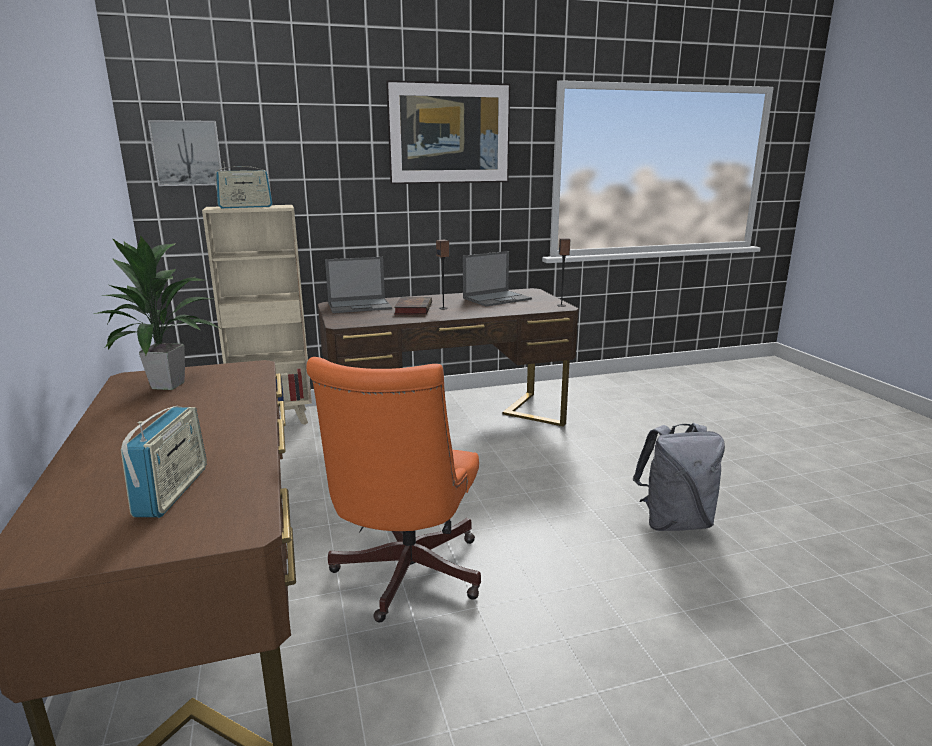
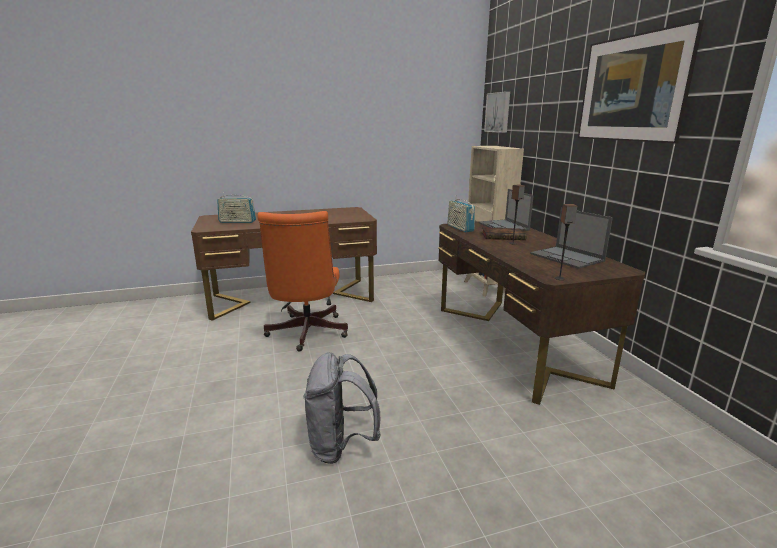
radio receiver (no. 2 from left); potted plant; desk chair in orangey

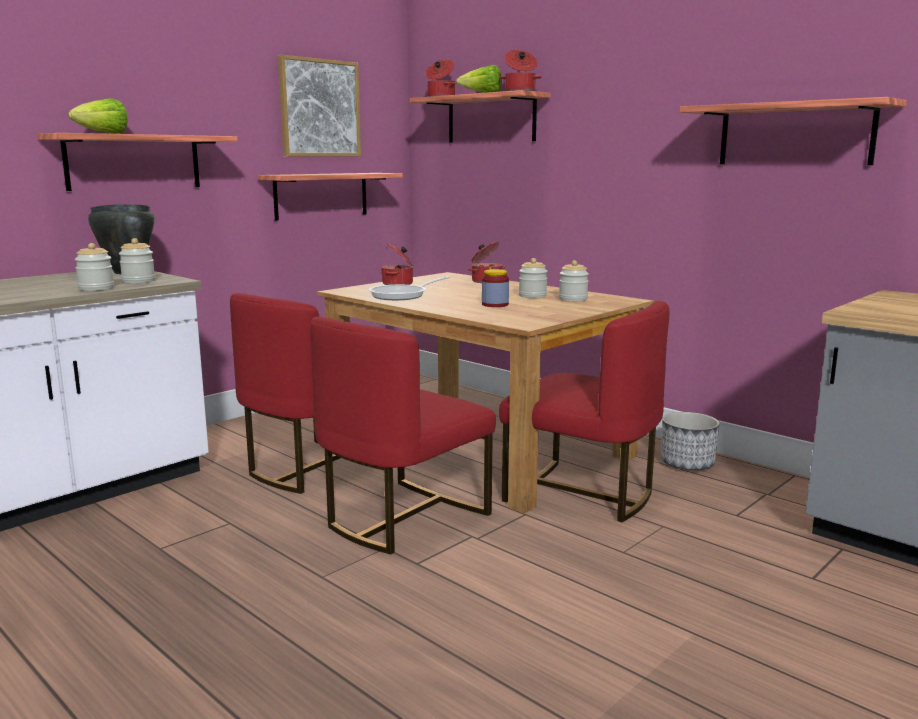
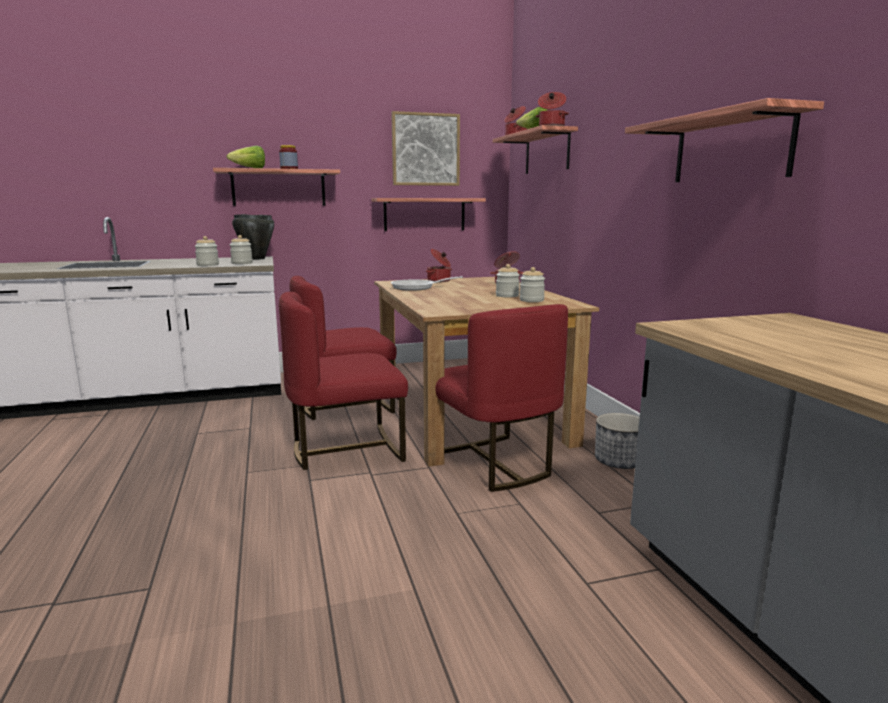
jar (no. 3 from left)

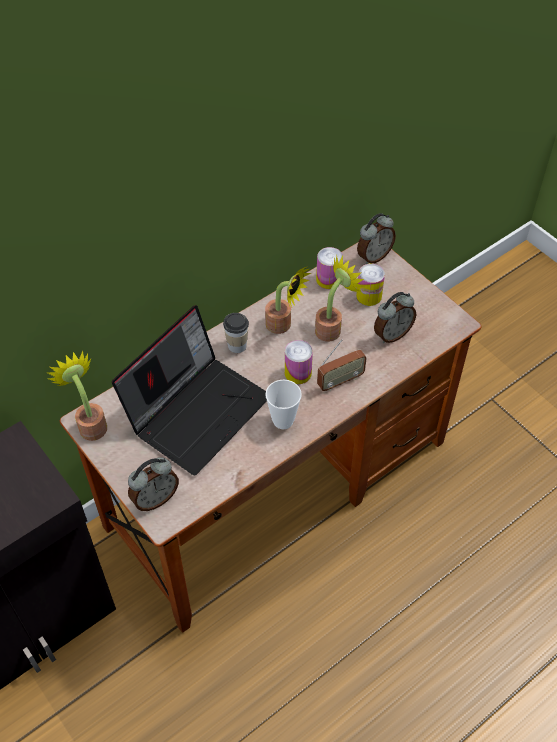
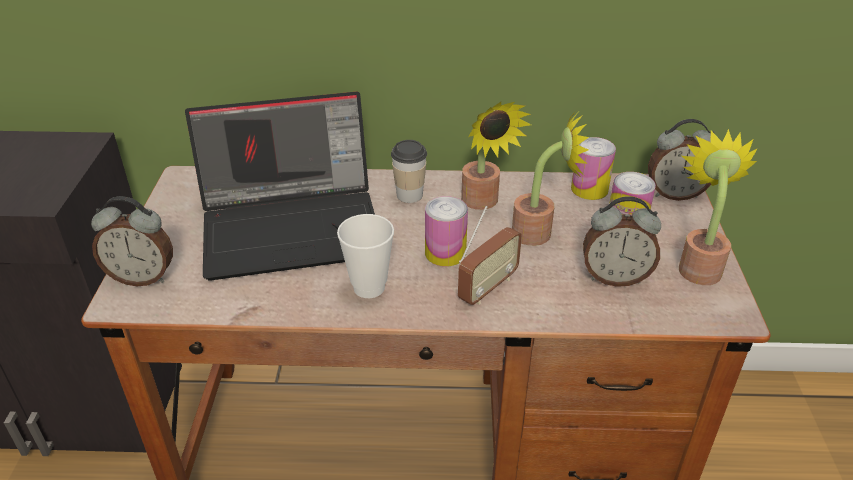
radio receiver; potted plant (no. 3 from left)

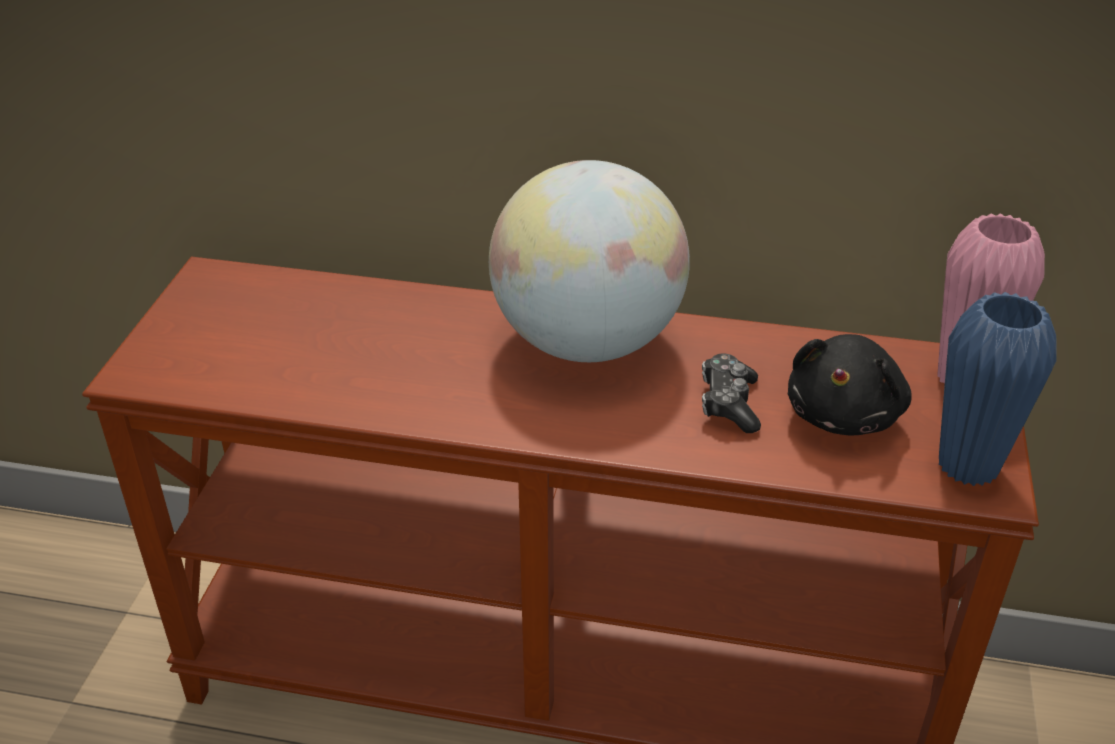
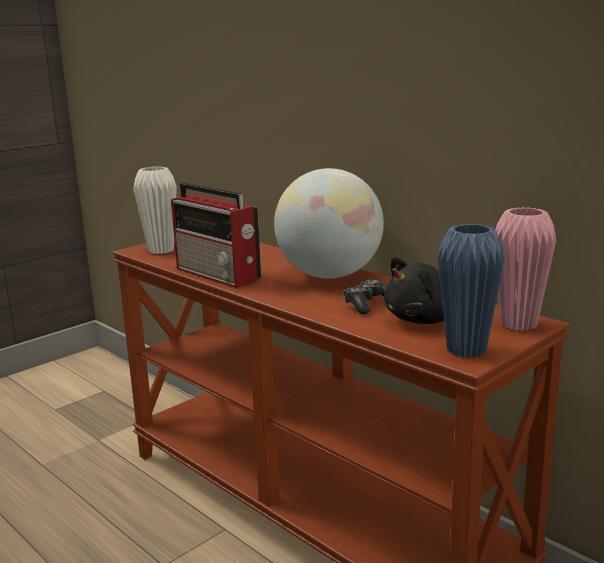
flower vase in white-coloured; radio receiver

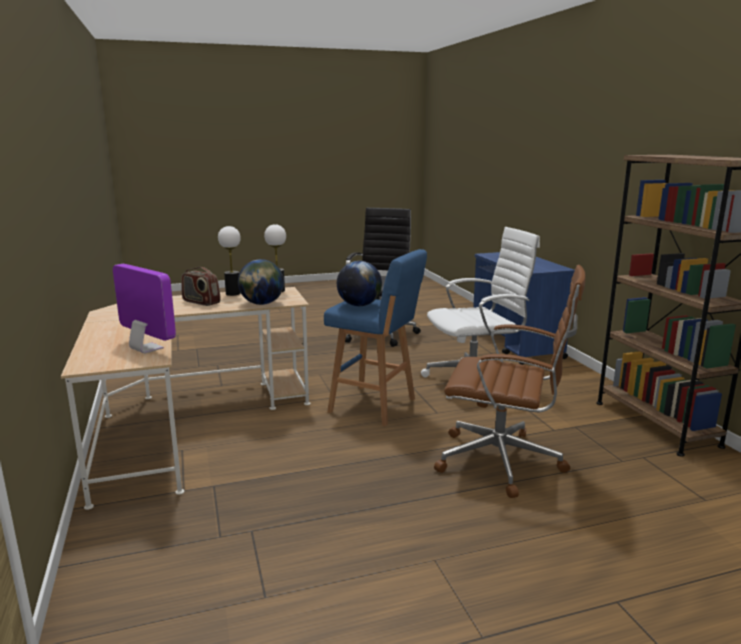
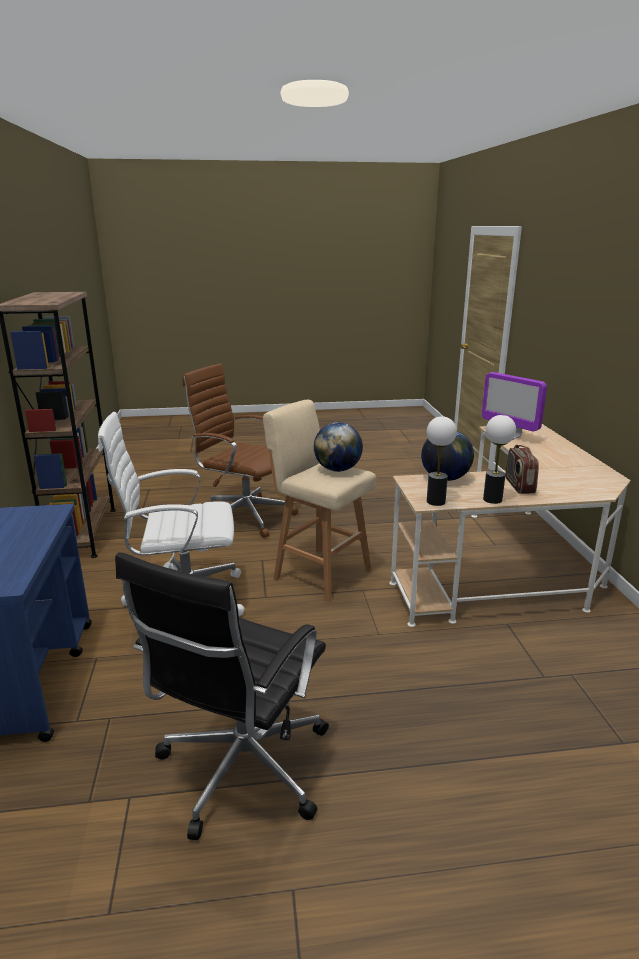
stool seat in beige-coloured; radio receiver

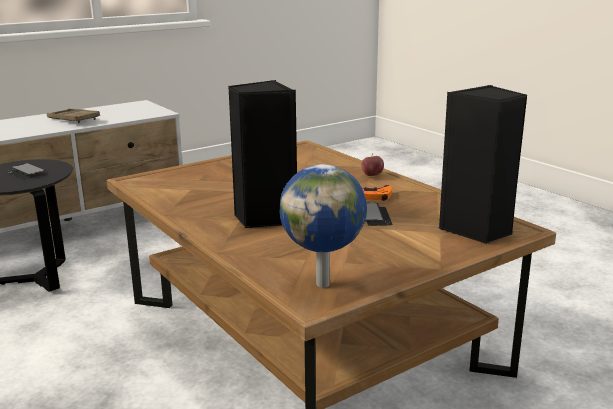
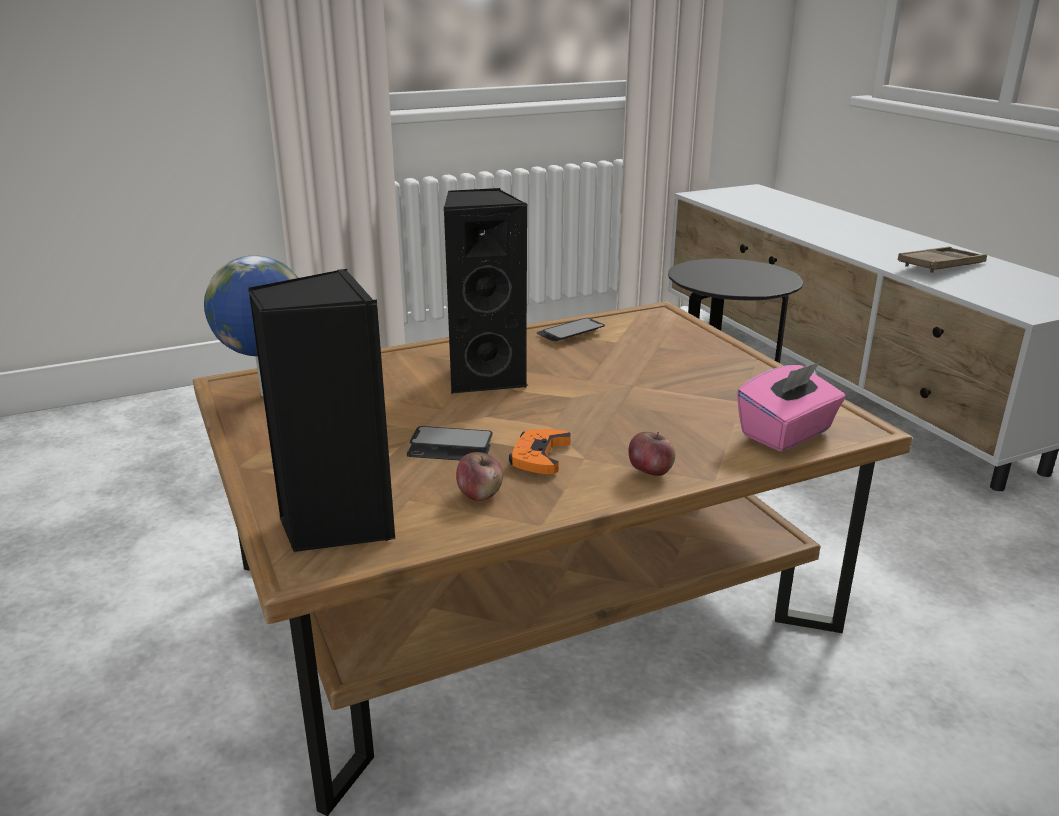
phone (no. 2 from left); box of tissues in pinkish; apple (no. 1 from left)

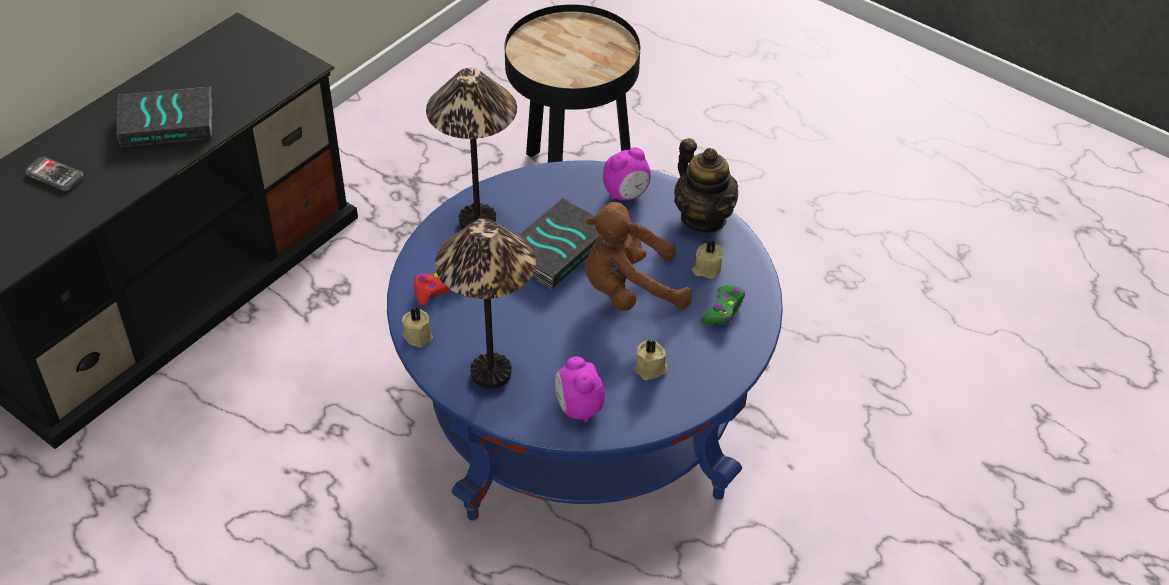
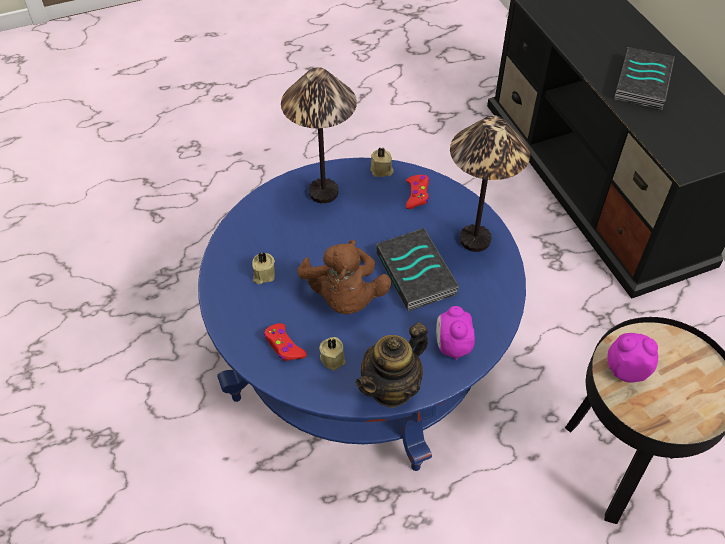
tea pot; phone; soft toy in brownish; game controller in red (no. 1 from left); alarm clock (no. 2 from left)

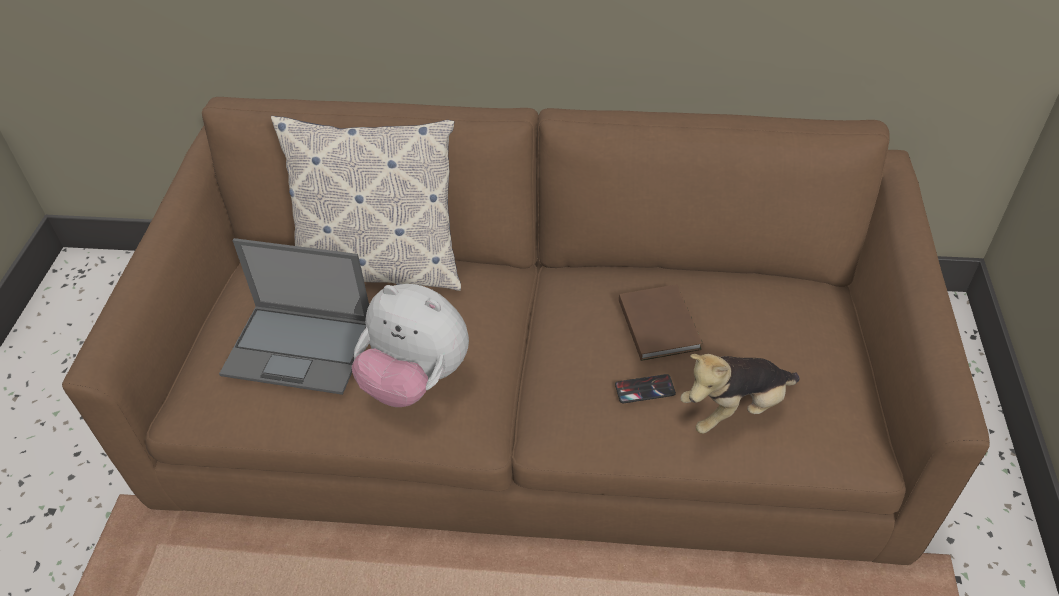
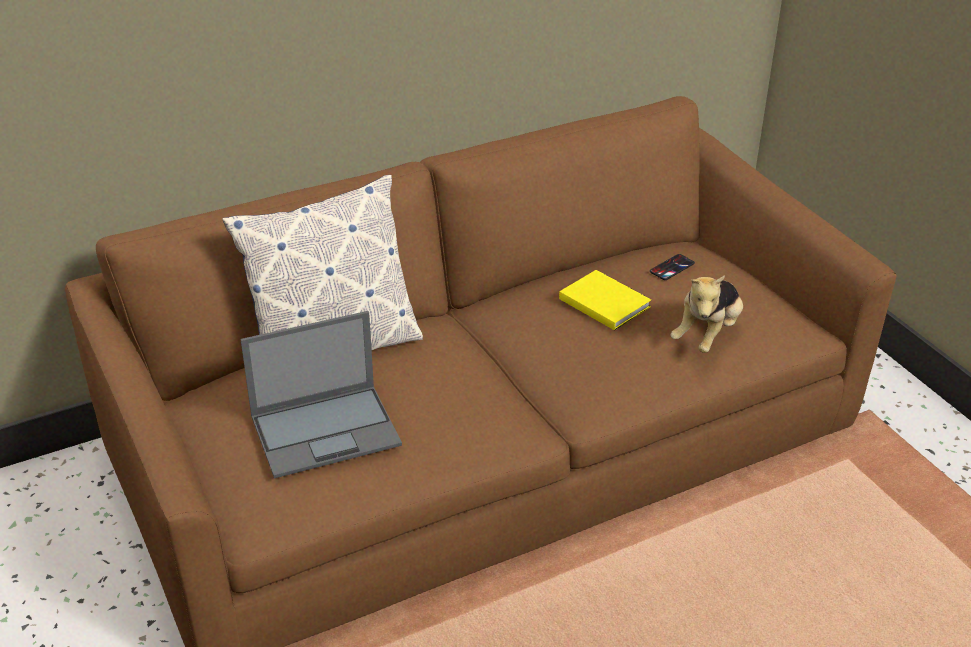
soft toy (no. 1 from left in the first image); book in yellowish; phone

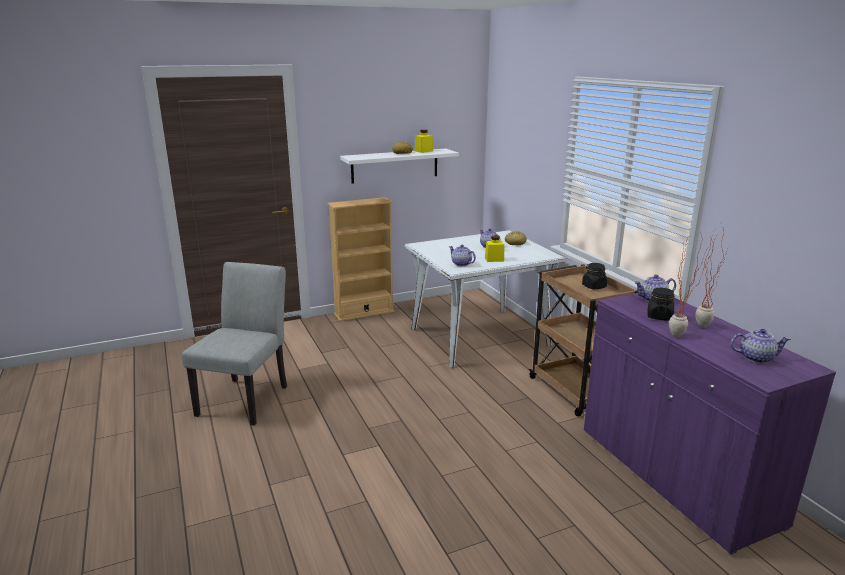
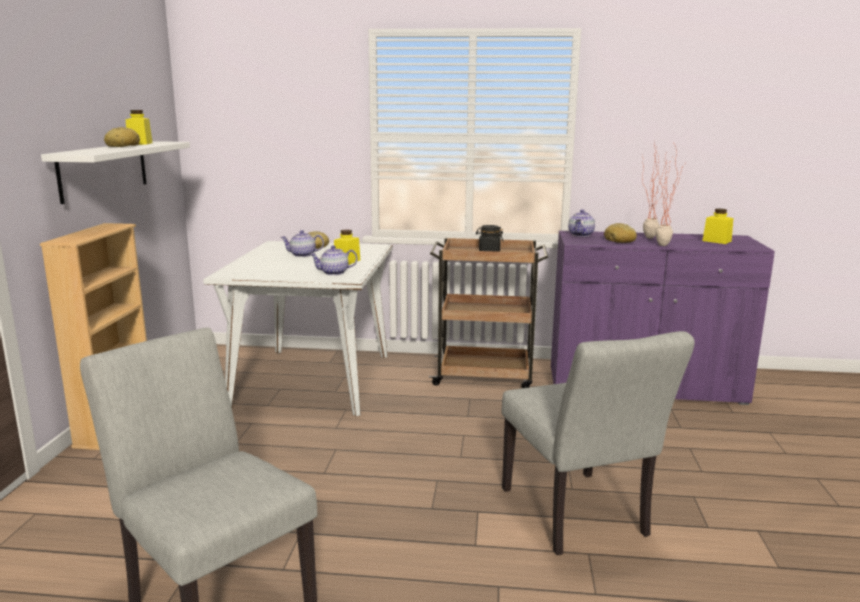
baked bread (no. 3 from left); jar in yellowish (no. 3 from left); plain chair in grey (no. 2 from left)

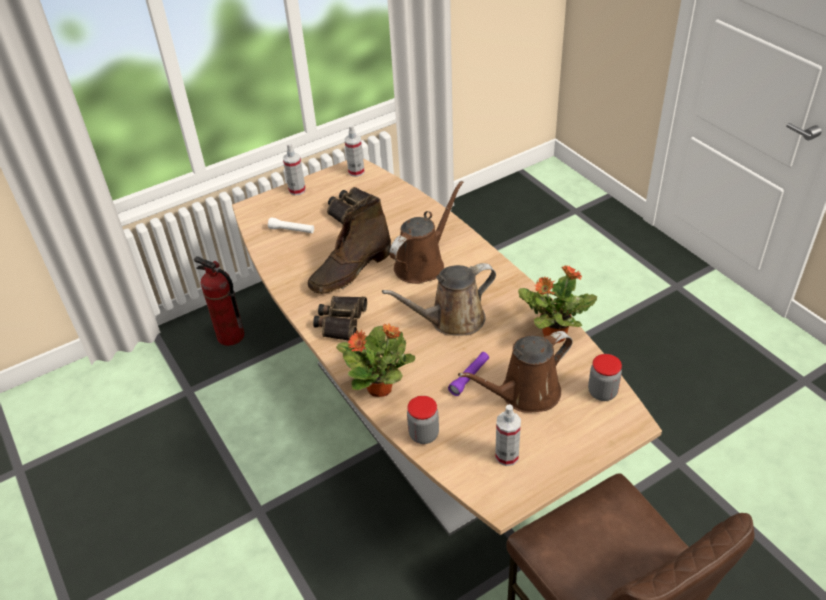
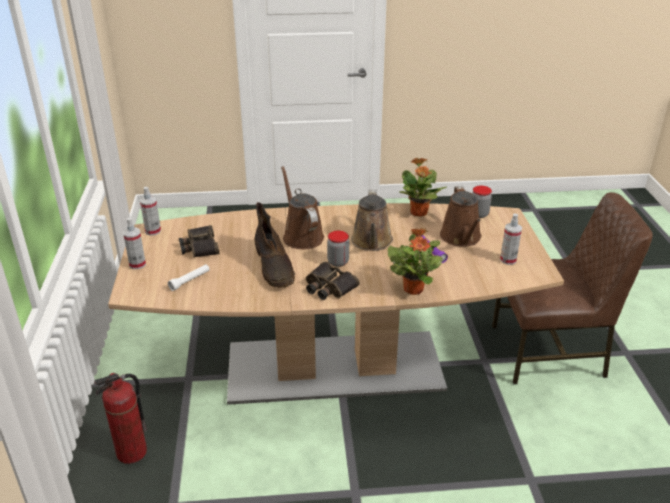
jar (no. 1 from left)

